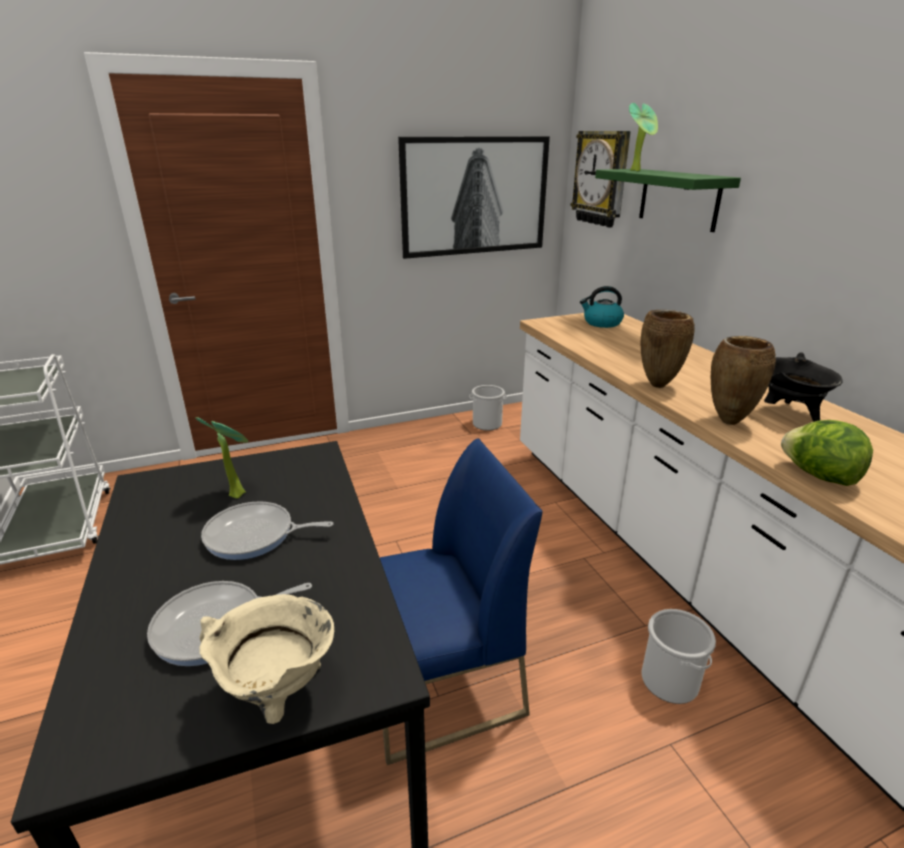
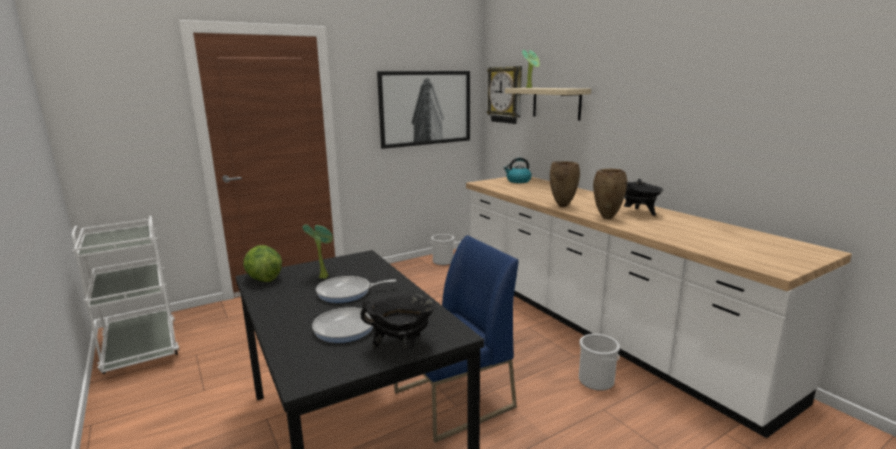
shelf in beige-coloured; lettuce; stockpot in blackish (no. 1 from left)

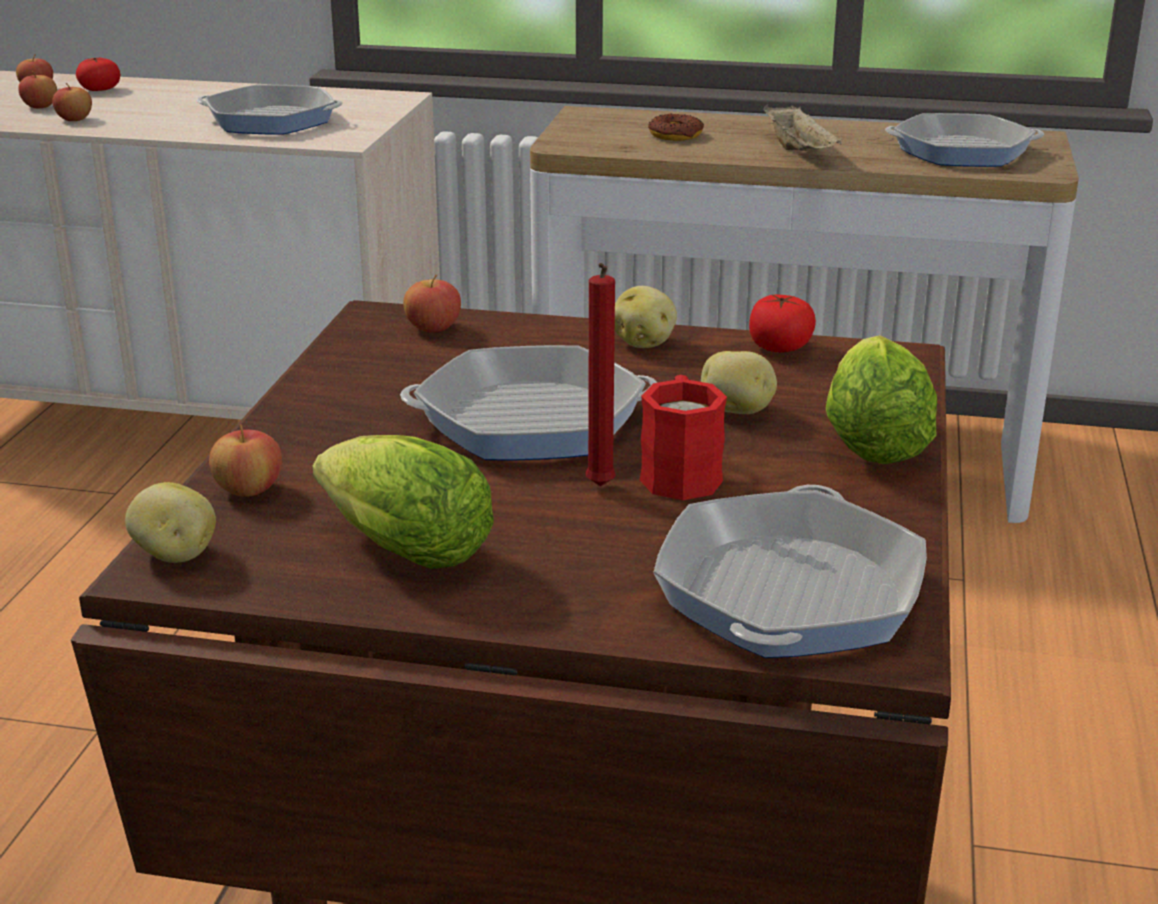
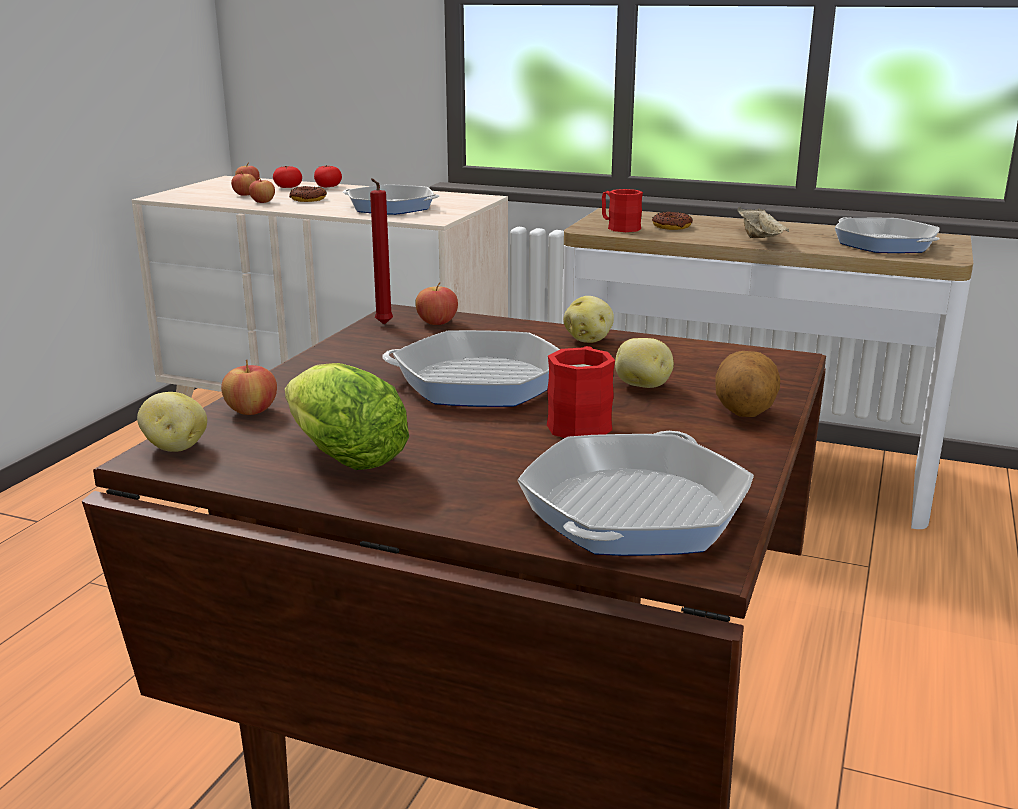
skillet (no. 4 from left); candle in red; tomato (no. 2 from left); potato (no. 4 from left); donut (no. 1 from left); mug in red (no. 2 from left)

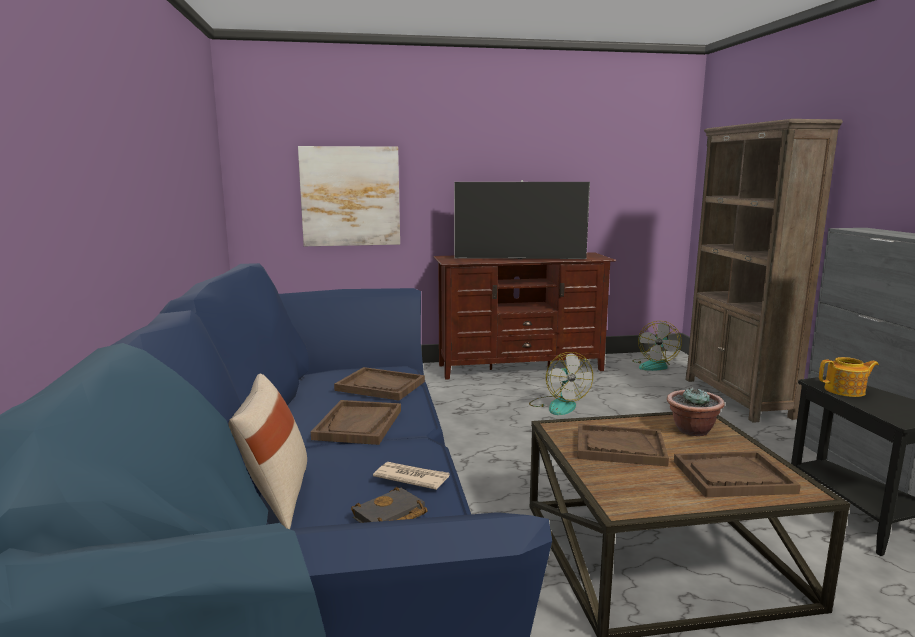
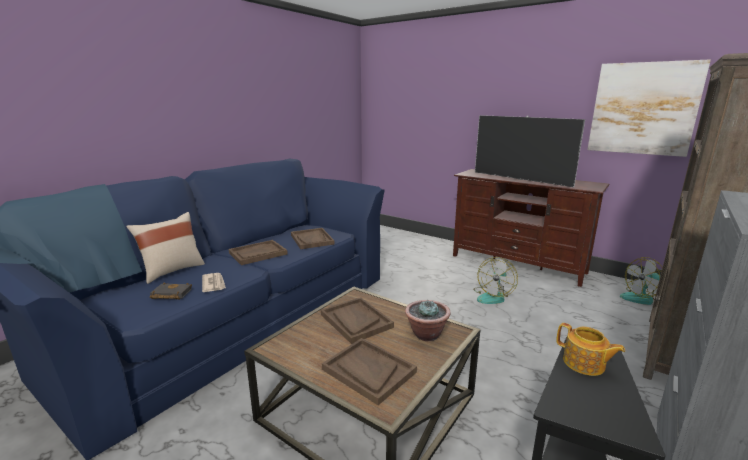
picture

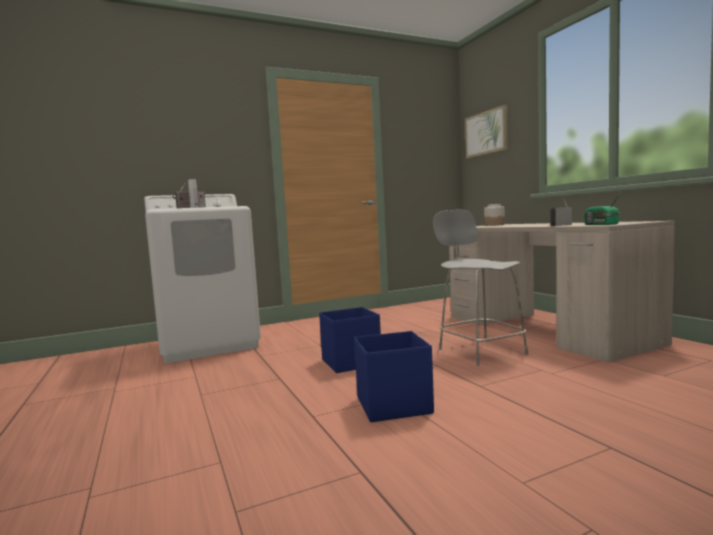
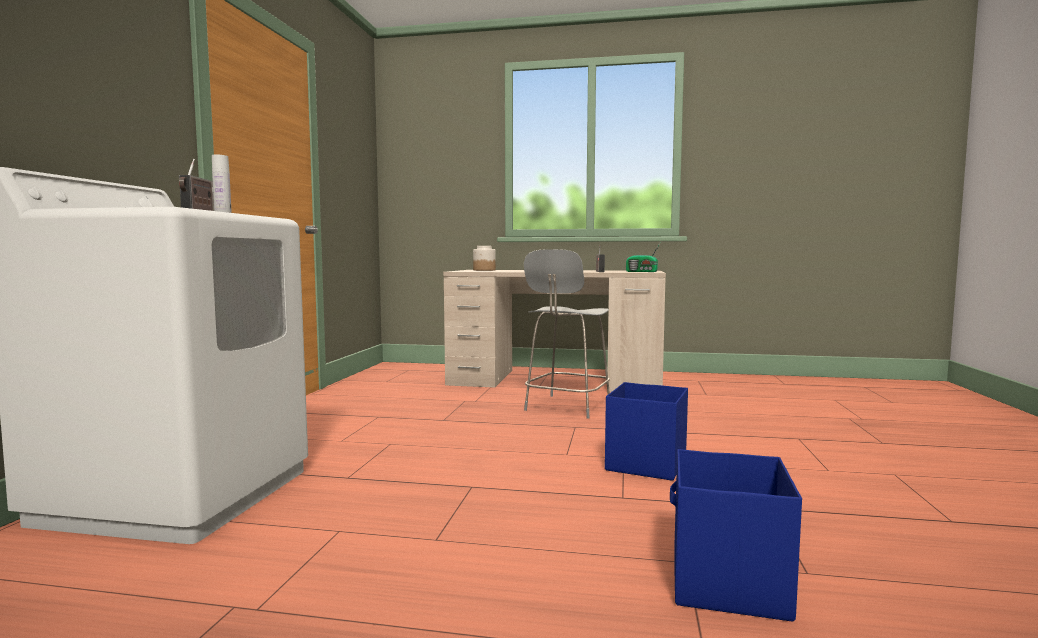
picture; plain chair in grey; storage container in bluish (no. 2 from left)

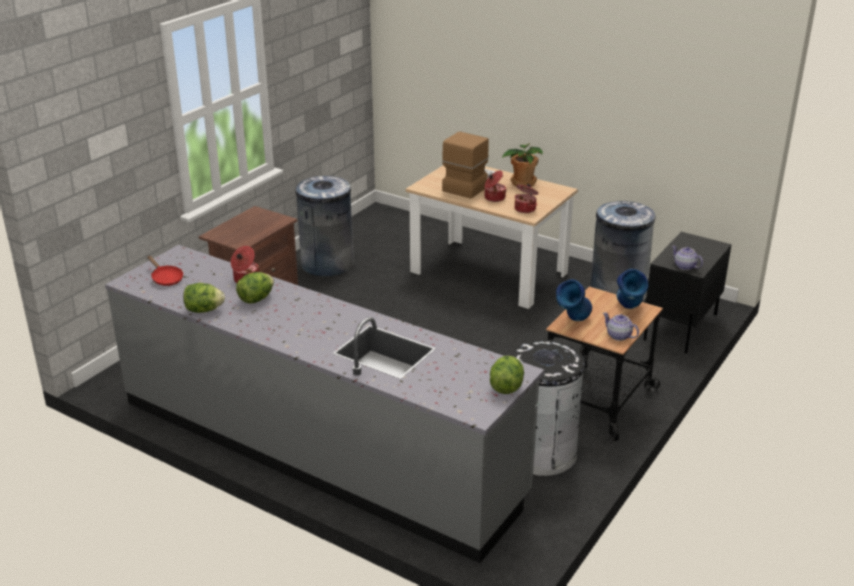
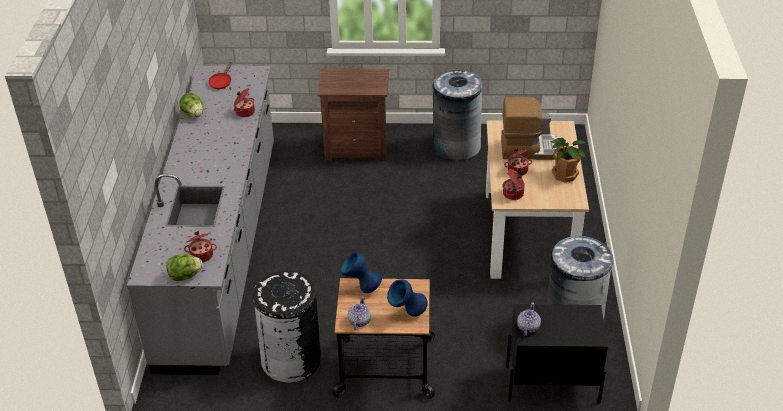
lettuce (no. 2 from left in the first image); stockpot (no. 1 from left)

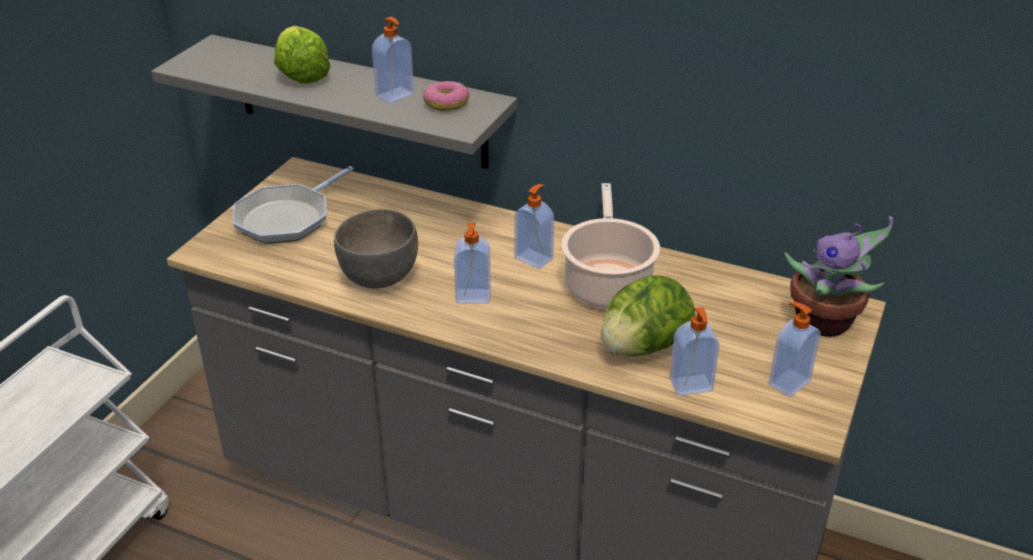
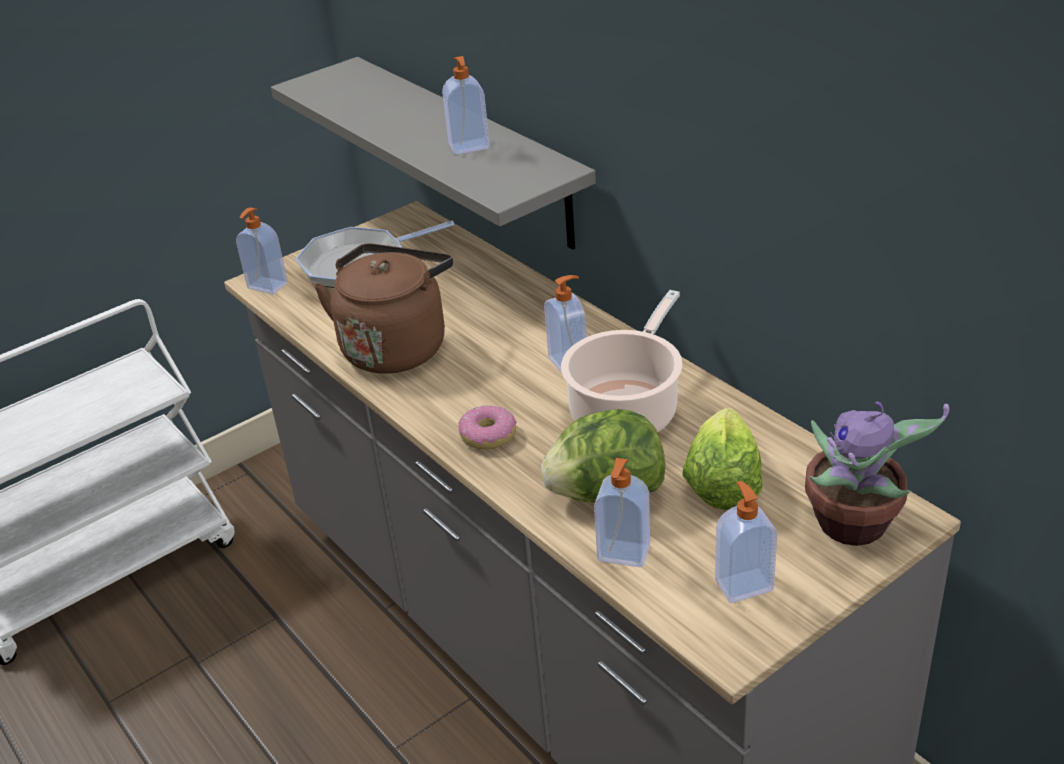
lettuce (no. 2 from left); donut; kettle in brownish; soap dispenser (no. 1 from left)

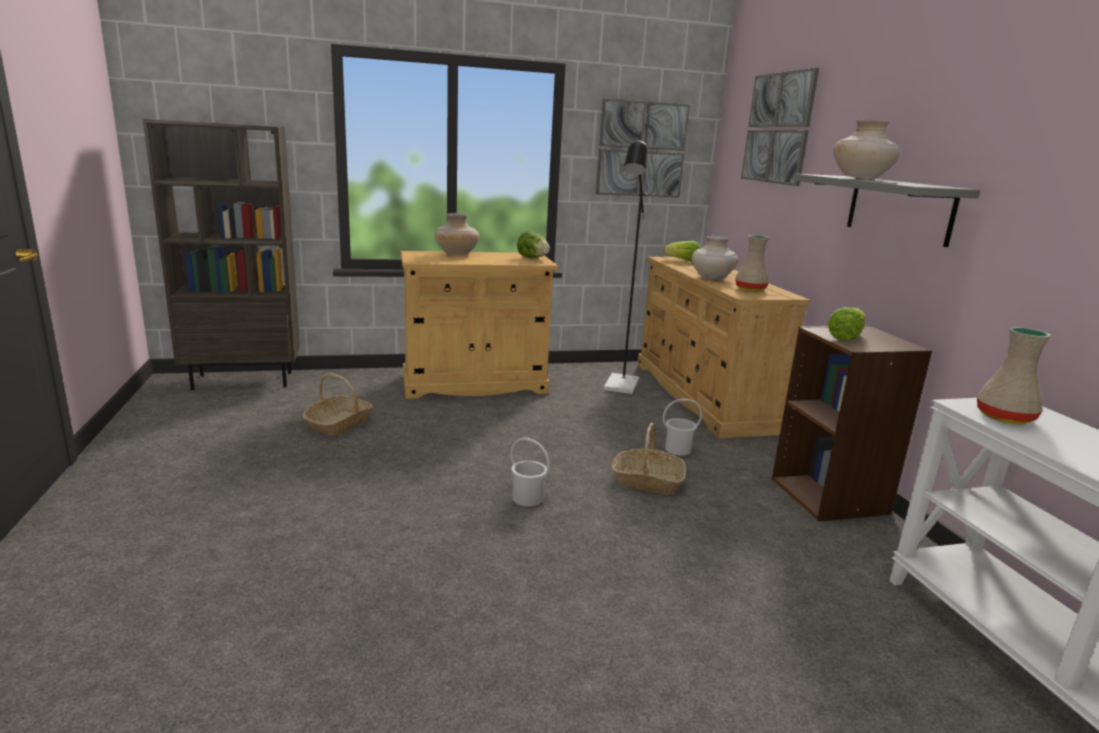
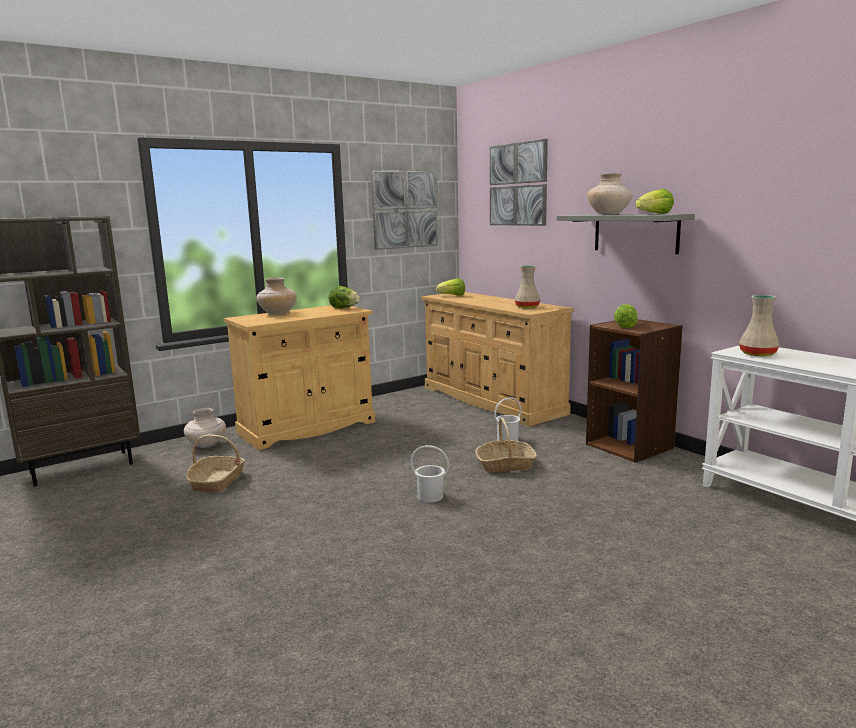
floor lamp in blackish; flower vase in beige-coloured (no. 1 from left); lettuce (no. 4 from left)

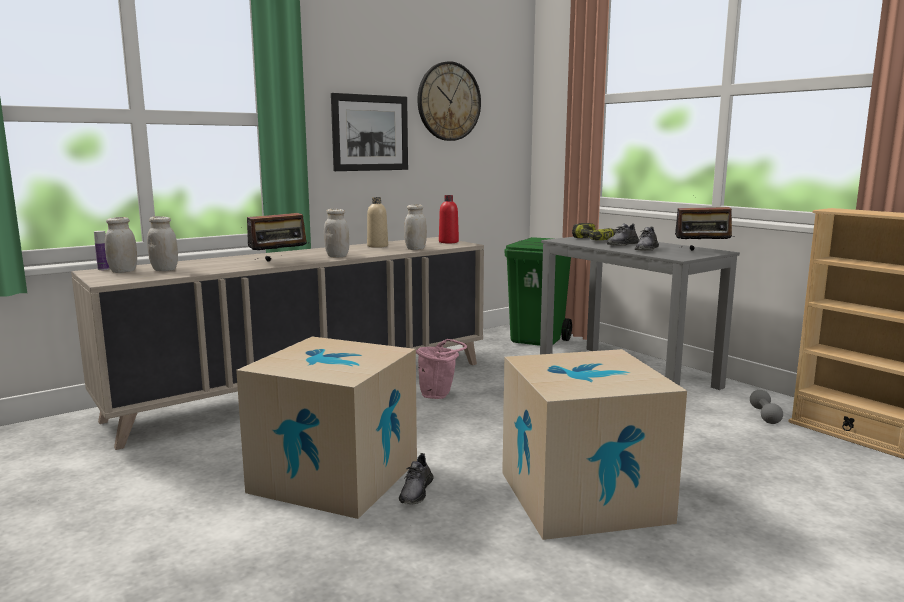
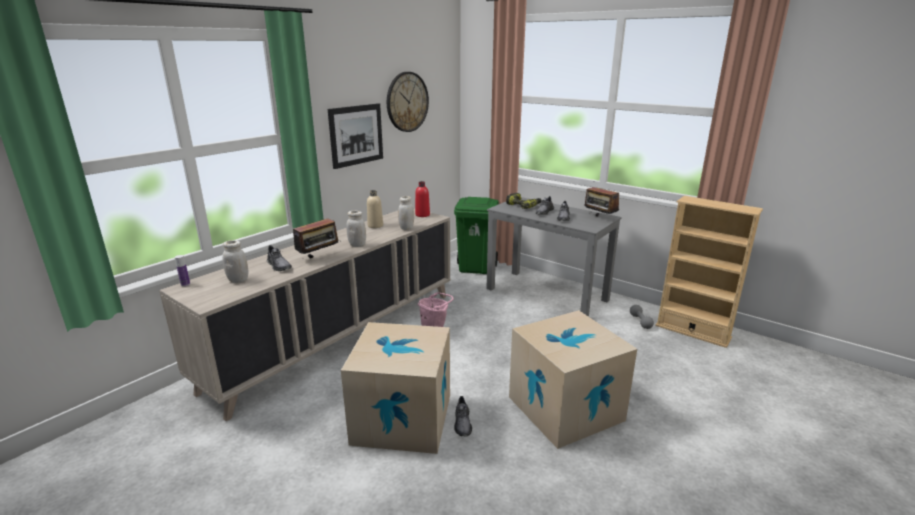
radio receiver (no. 2 from left); jar in white-coloured (no. 1 from left in the first image); low shoe in grey (no. 1 from left)

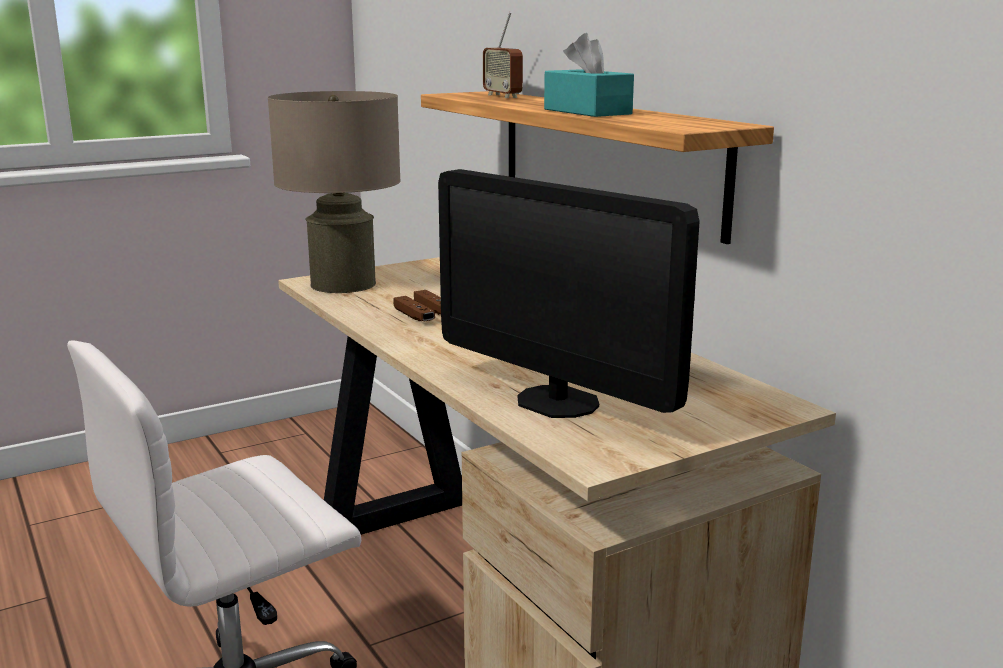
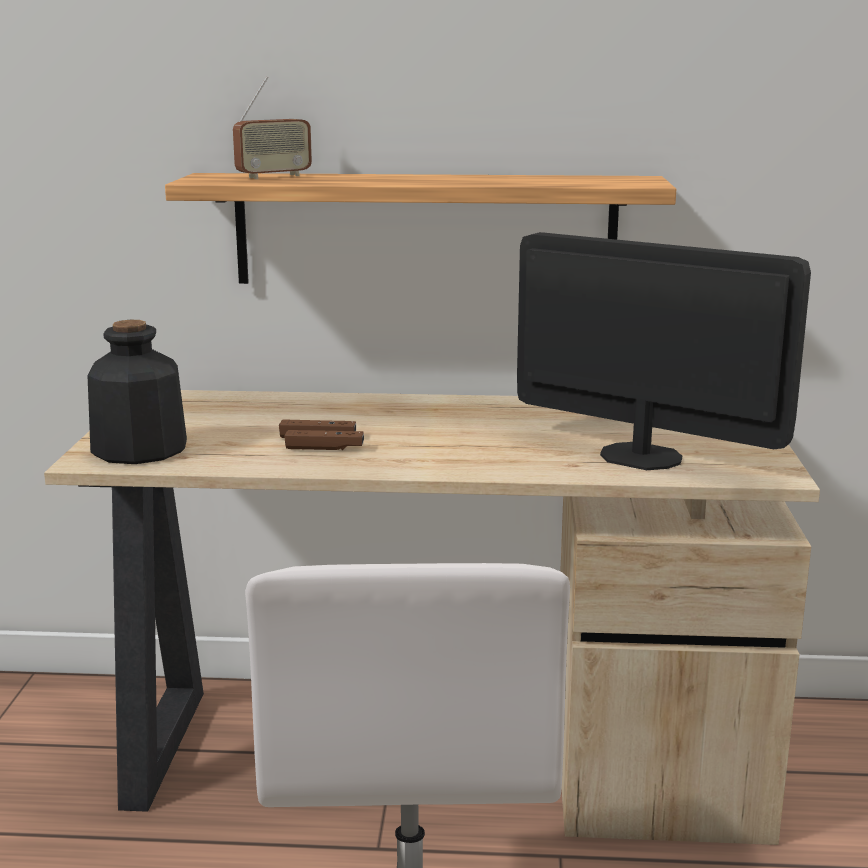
radio receiver; box of tissues in turquoise-coloured; drink bottle; monitor

